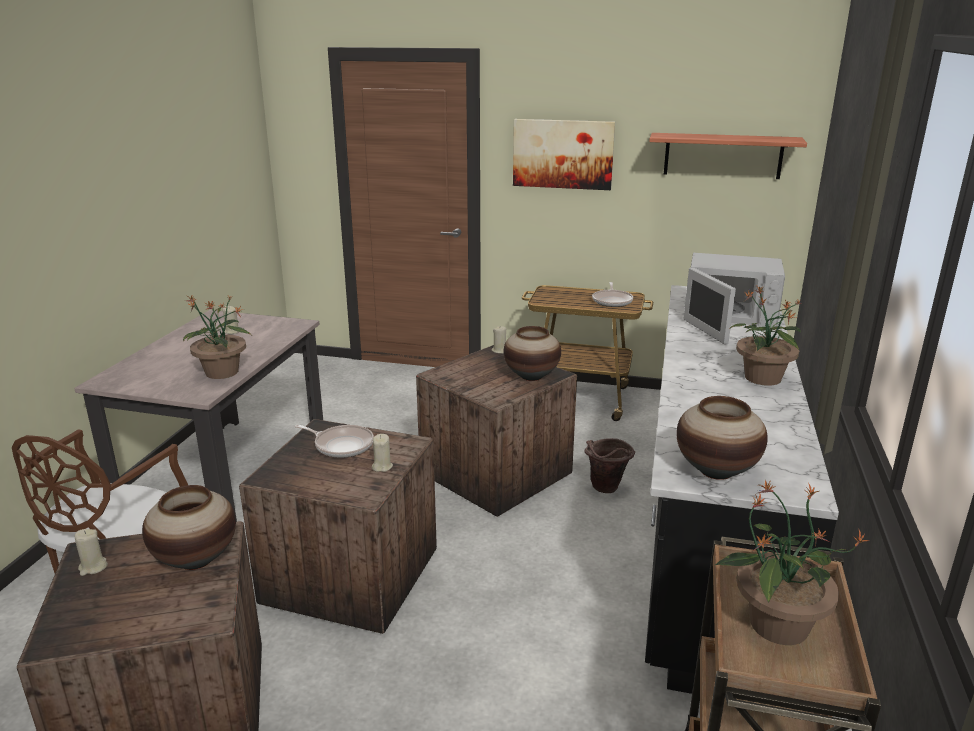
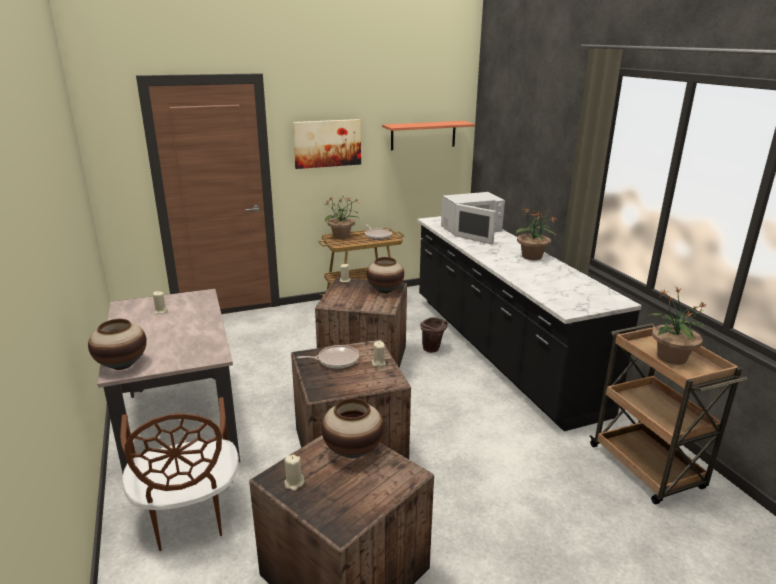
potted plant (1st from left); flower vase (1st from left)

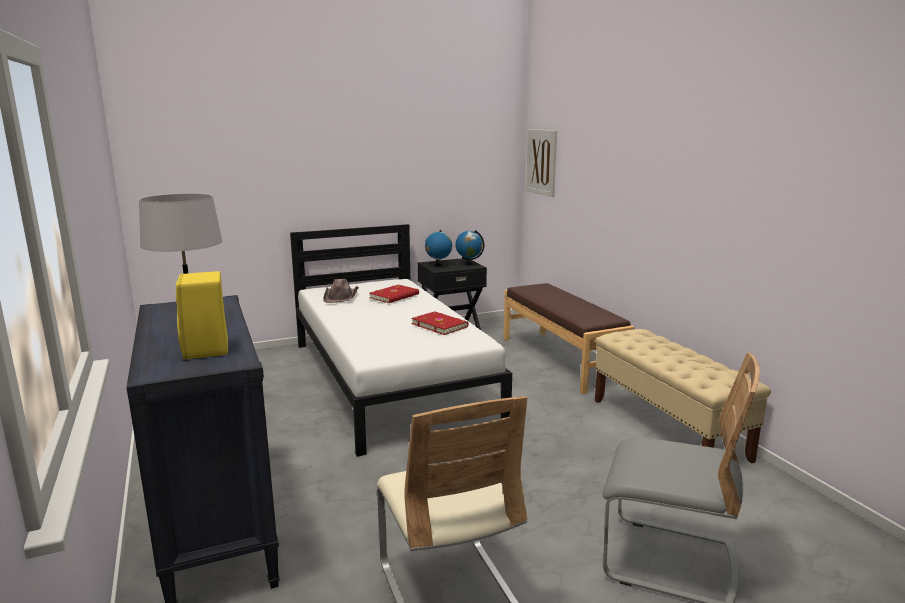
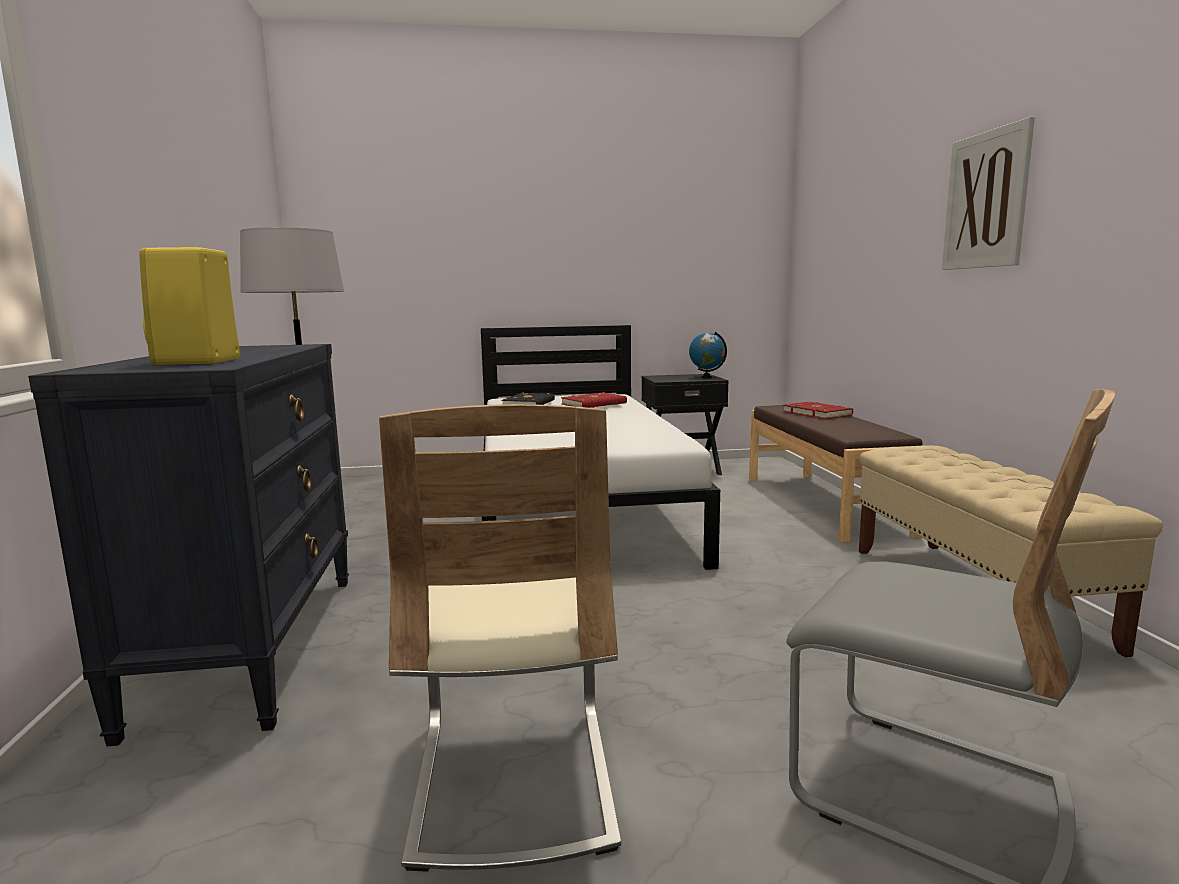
world globe (1st from left in the first image); book (red-coloured) (2nd from left); wall art; book (blackish)

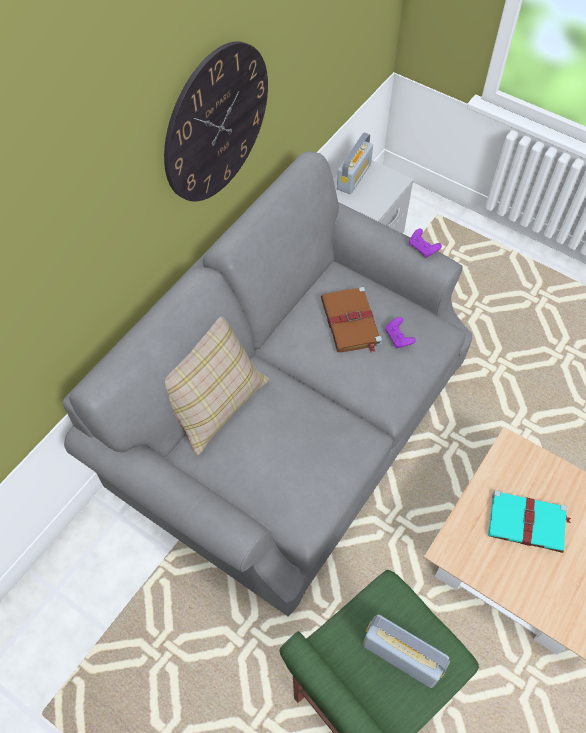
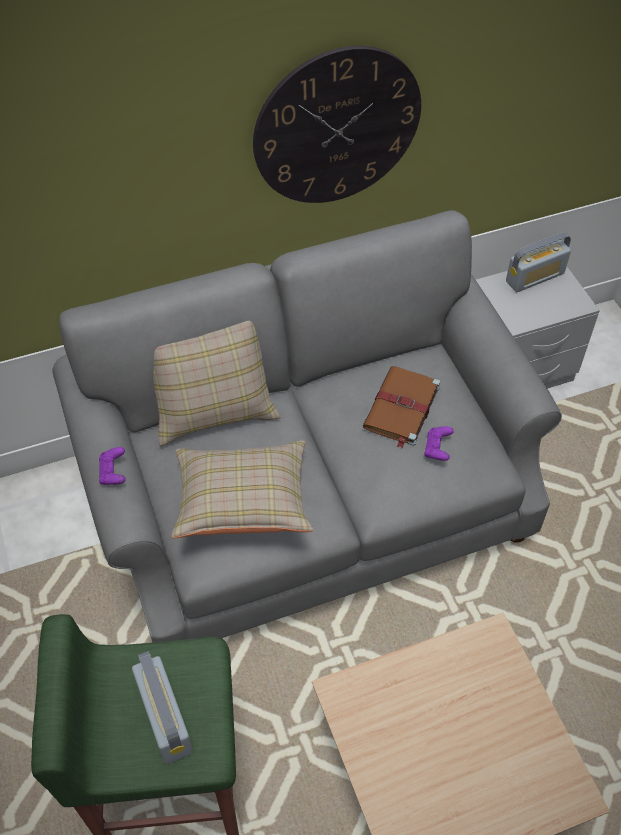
book (turquoise); pillow (beige-coloured) (2nd from left); game controller (purple-coloured) (1st from left)

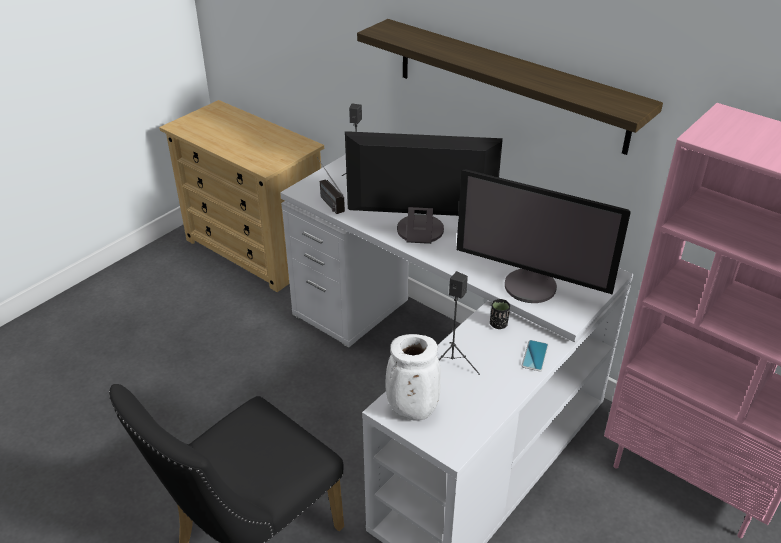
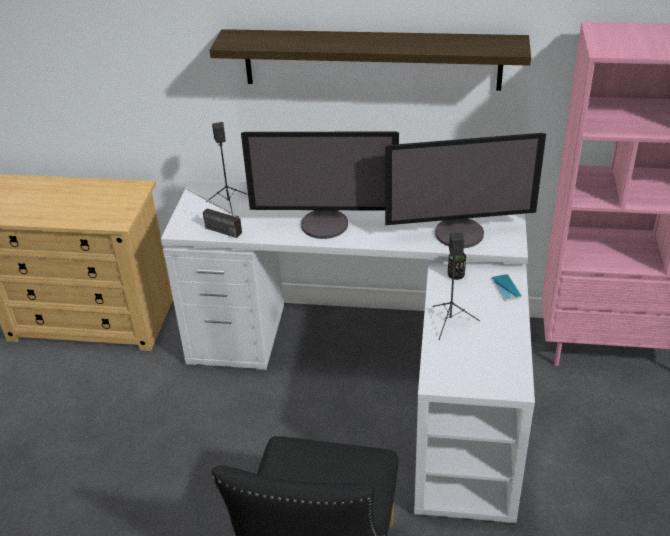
flower vase (white-coloured); monitor (1st from left)

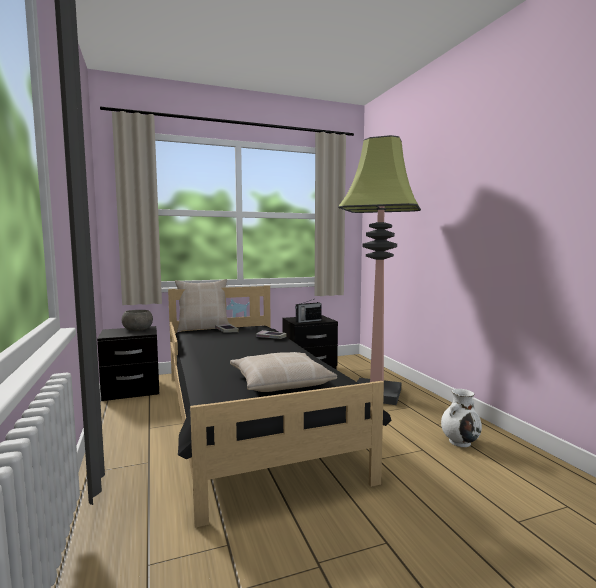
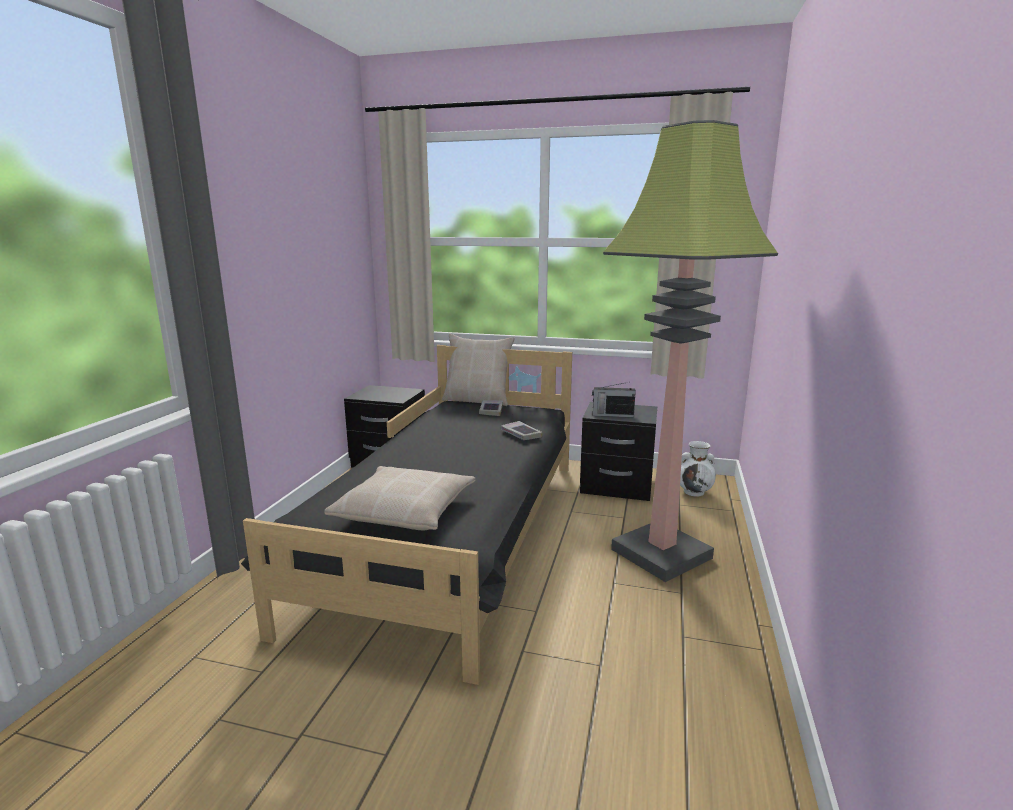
serving bowl (grey); flower vase (white-coloured)

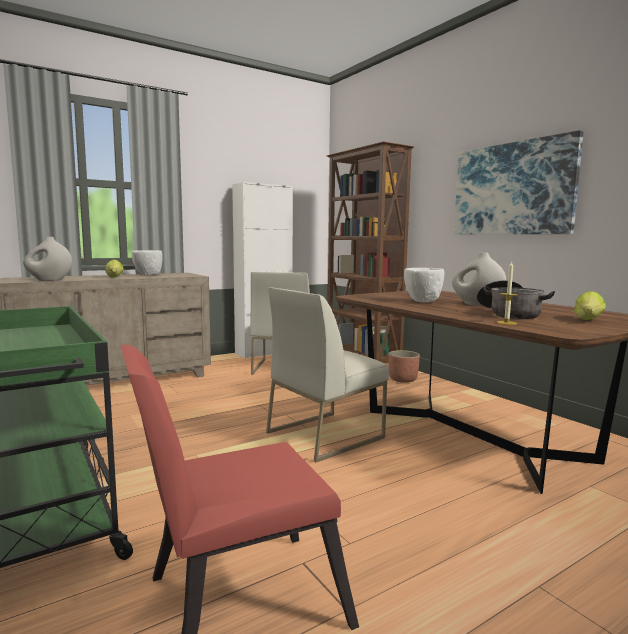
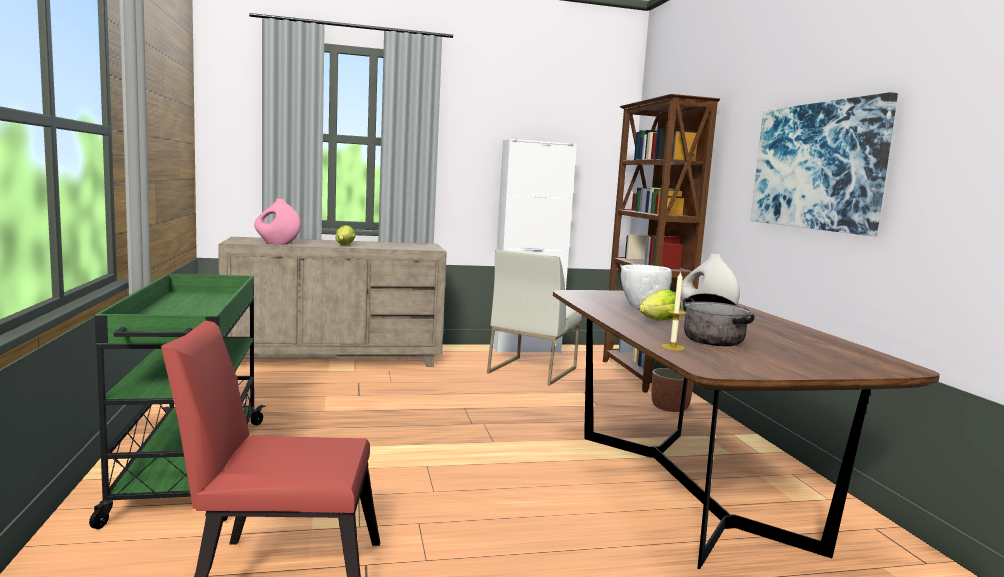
serving bowl (white-coloured) (1st from left in the first image); chair (white-coloured) (2nd from left in the first image); lettuce (2nd from left); flower vase (pink)

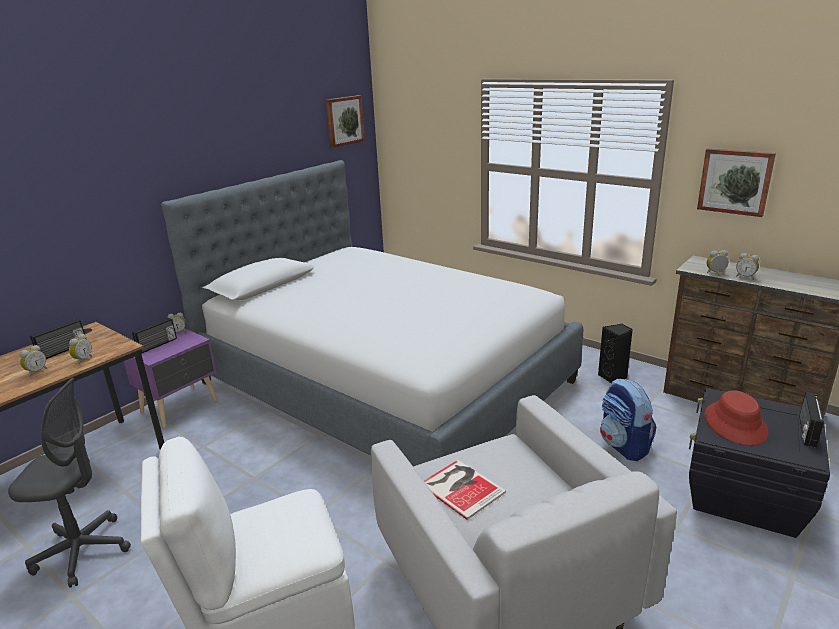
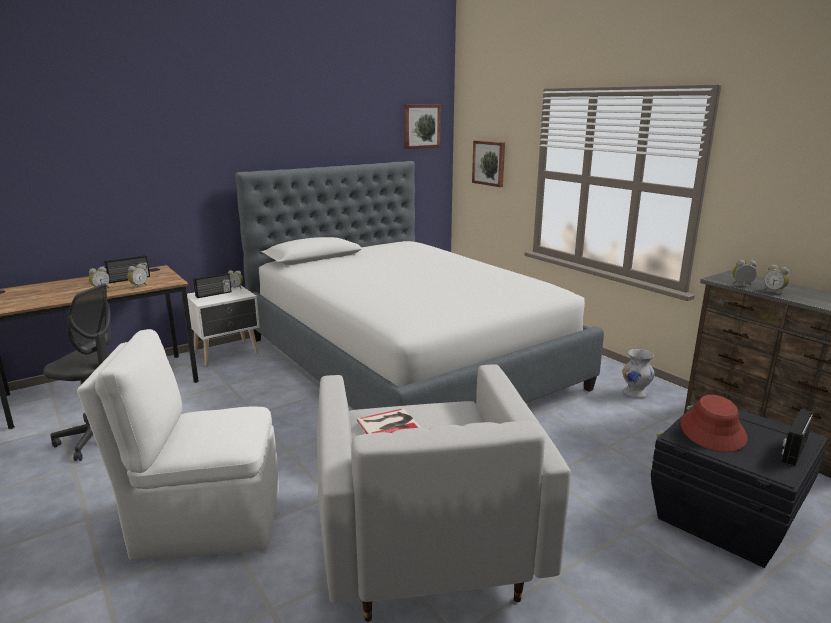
rucksack; wall art (2nd from left); flower vase (white-coloured); bedside table (white-coloured)

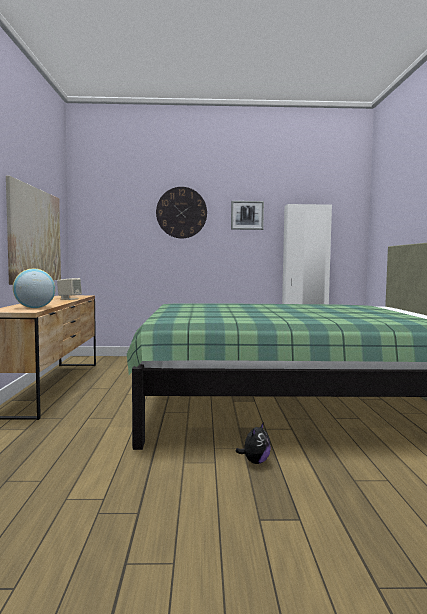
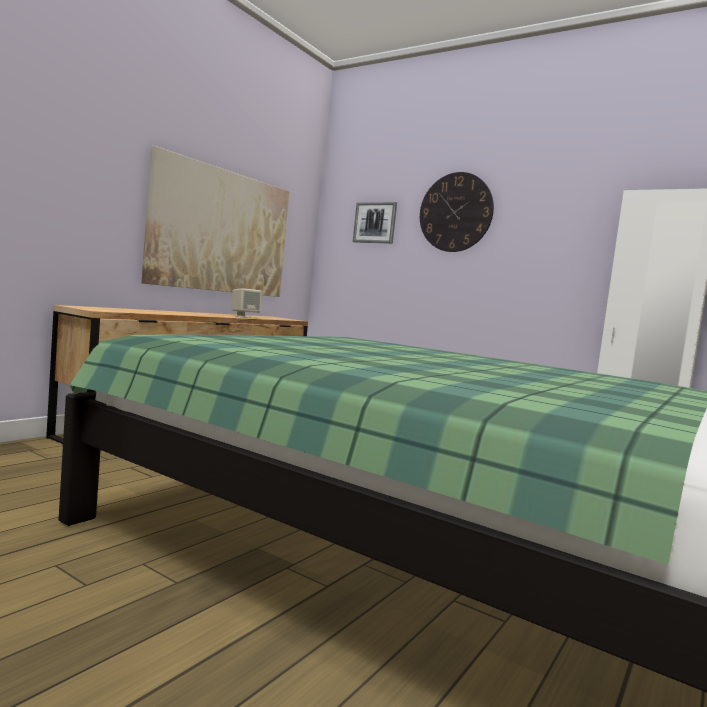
flower vase; plush toy; wall art (2nd from left)

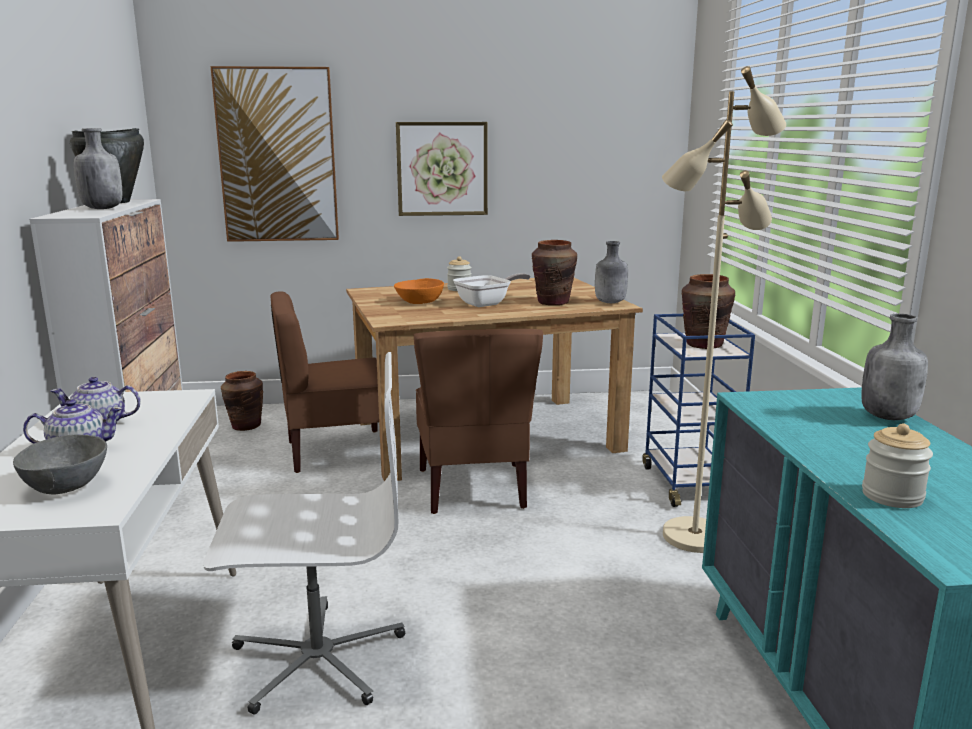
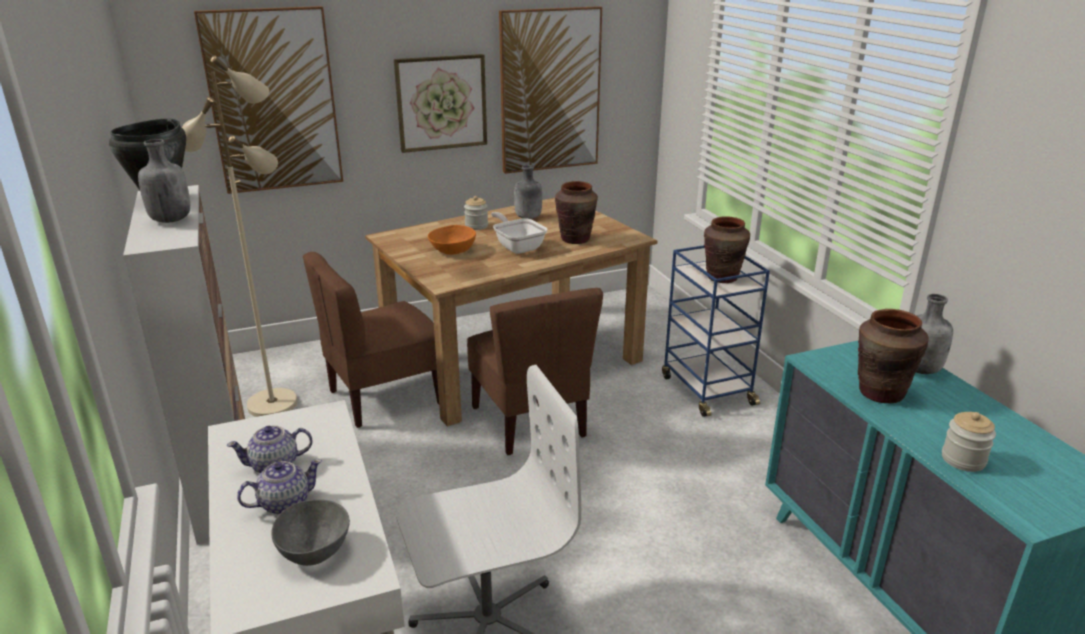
wall art (3rd from left); flower vase (brown) (3rd from left); beverage bottle (grey) (2nd from left); standard lamp (beige-coloured); pan

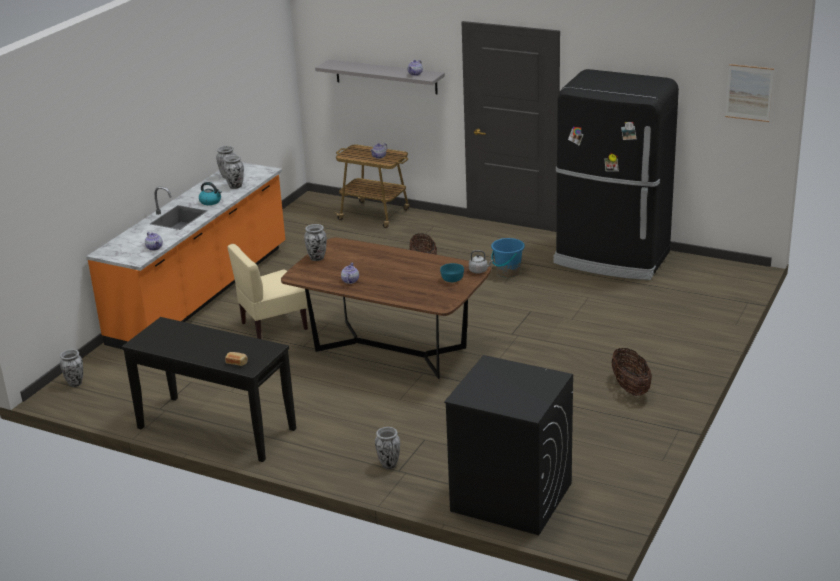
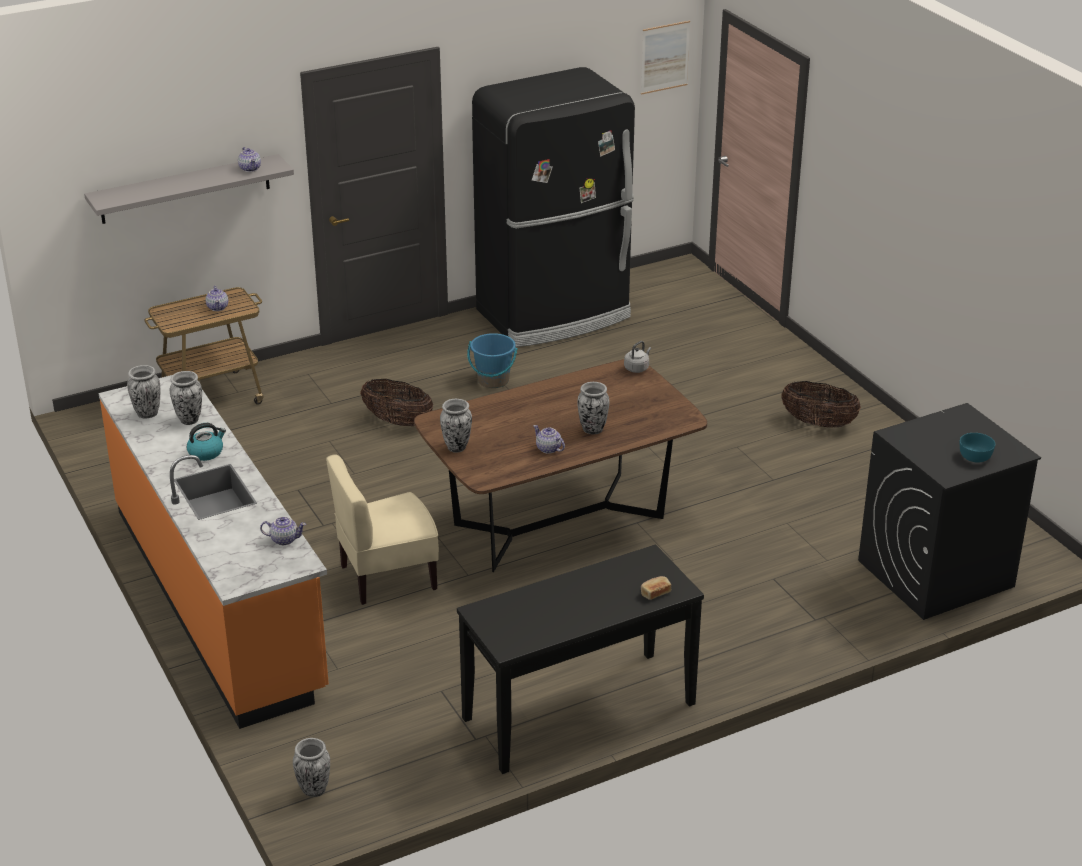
flower vase (5th from left); serving bowl (turquoise); chair (beige-coloured)

